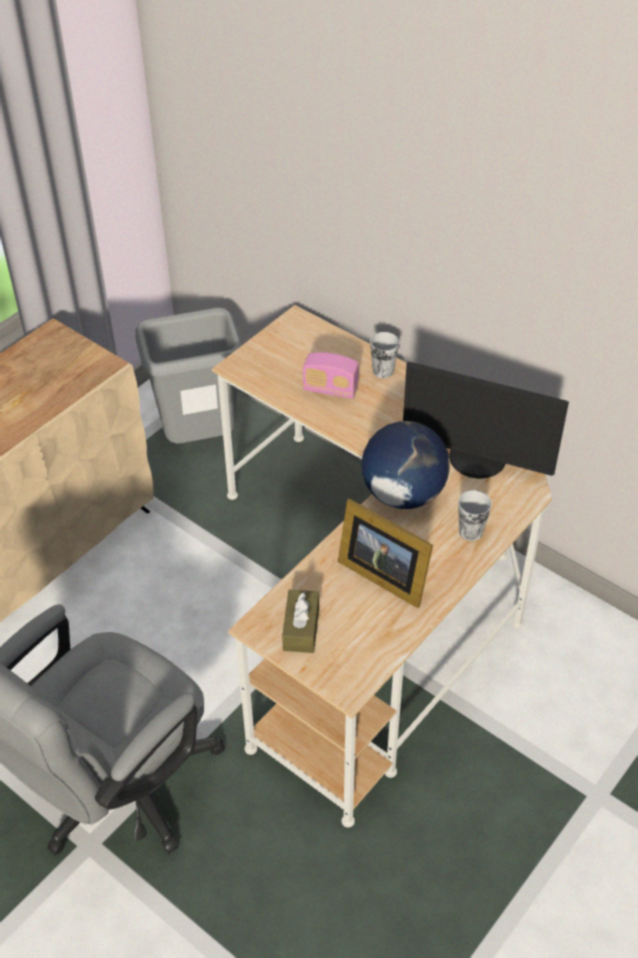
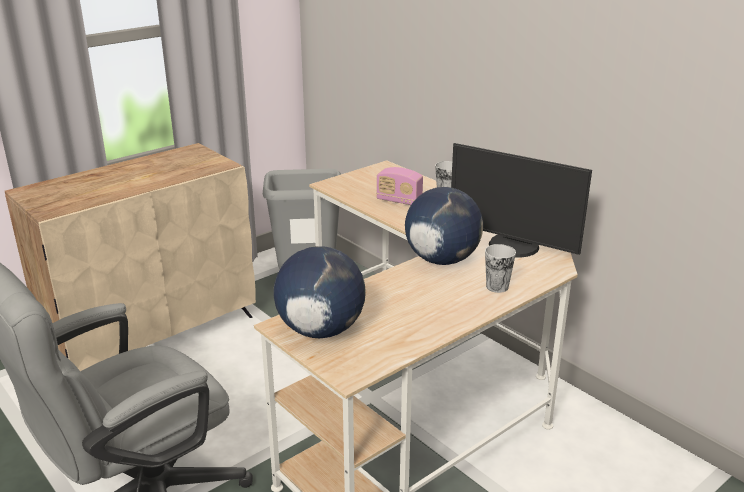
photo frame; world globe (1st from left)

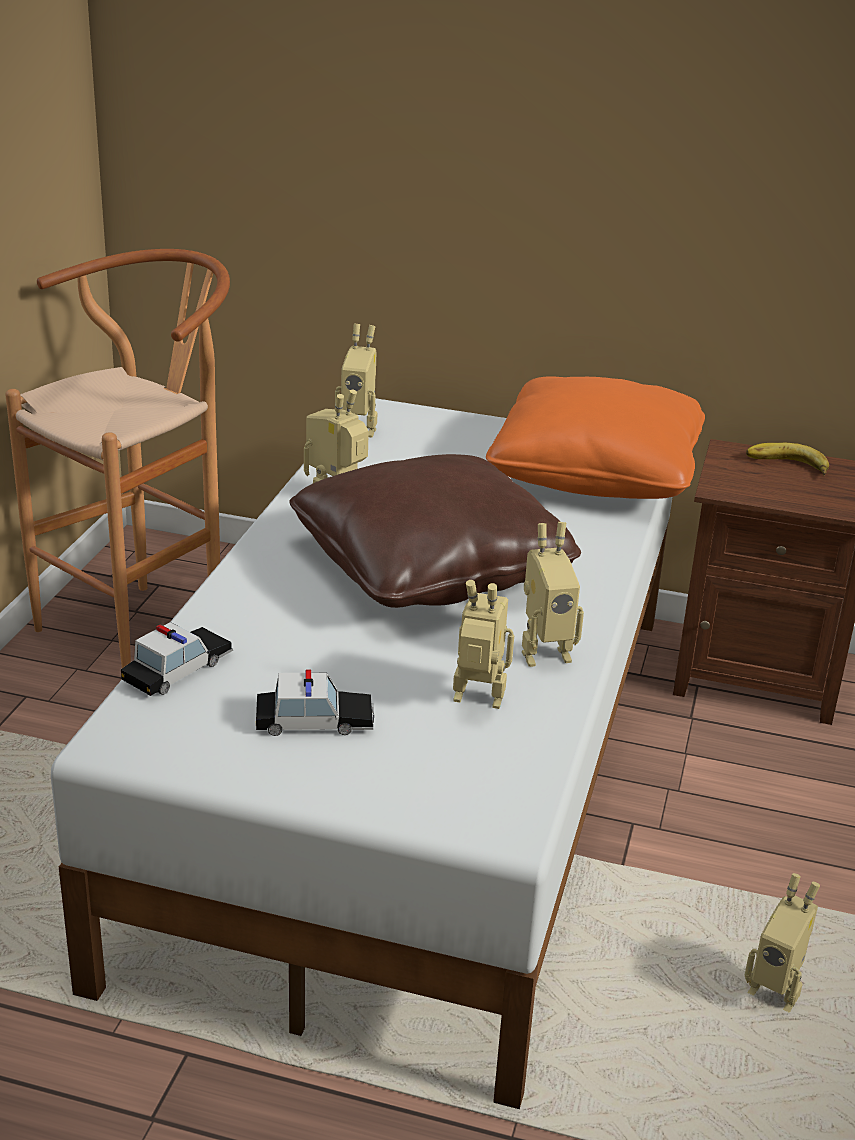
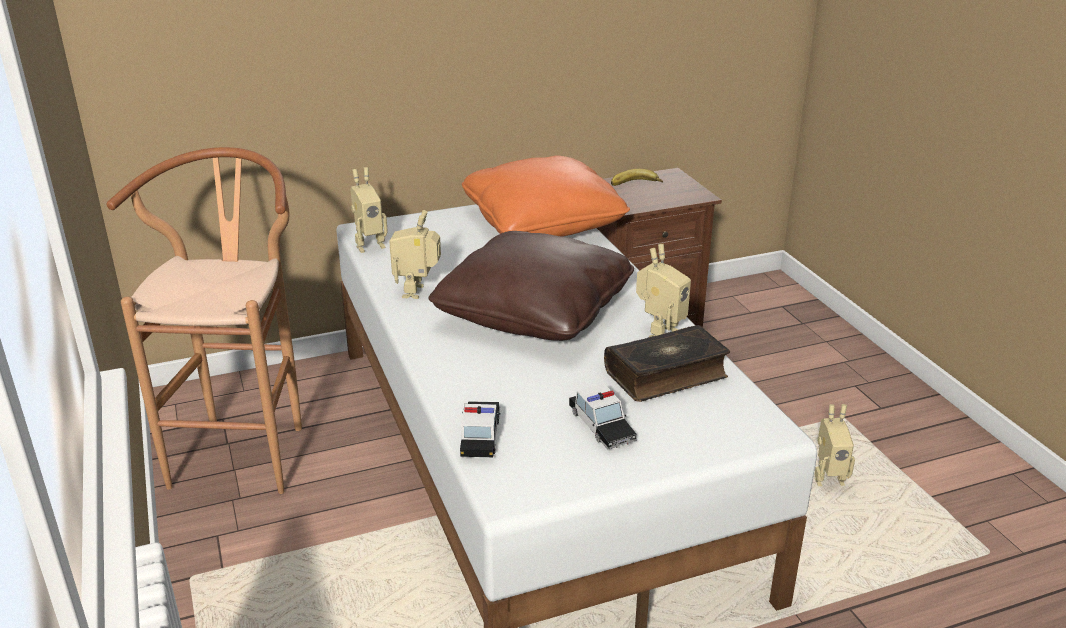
book; model car (2nd from left)

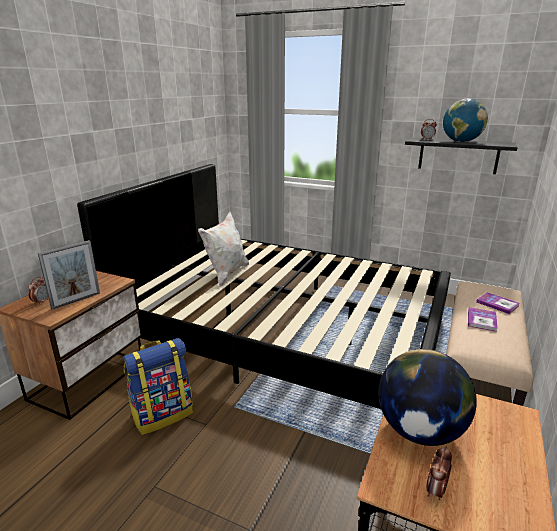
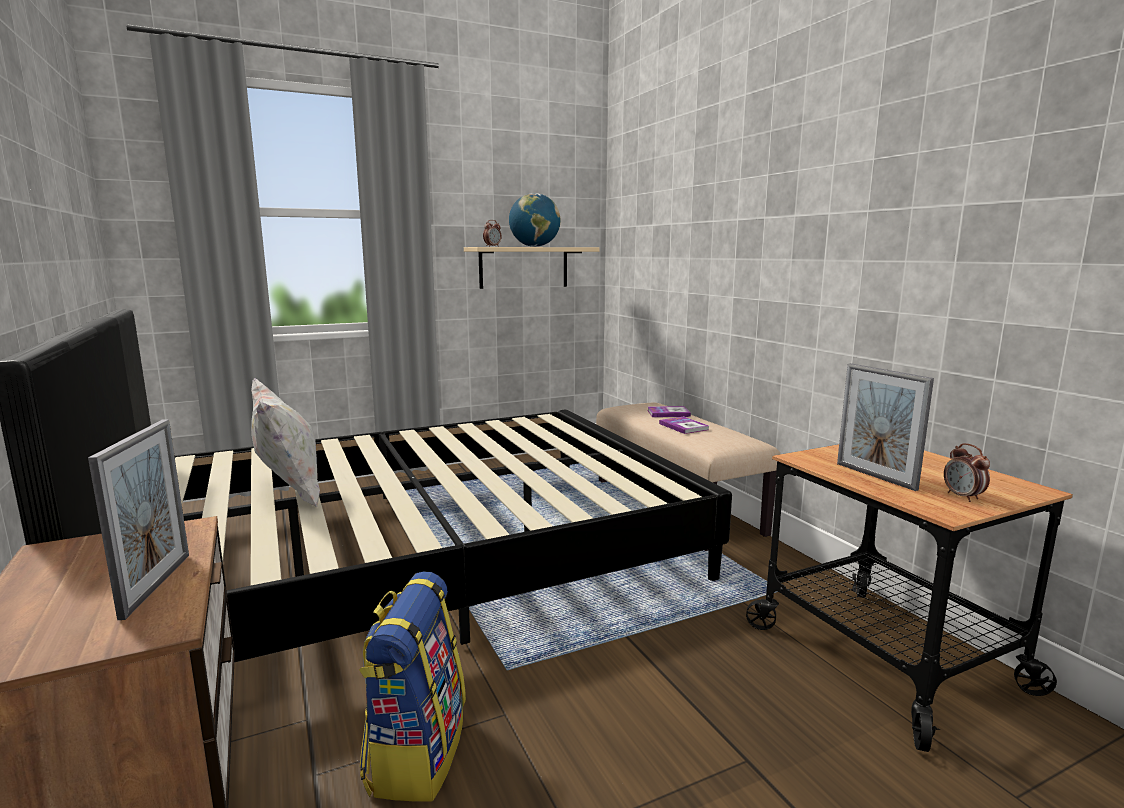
alarm clock (1st from left in the first image); photo frame (2nd from left); bracket shelf (beige-coloured)

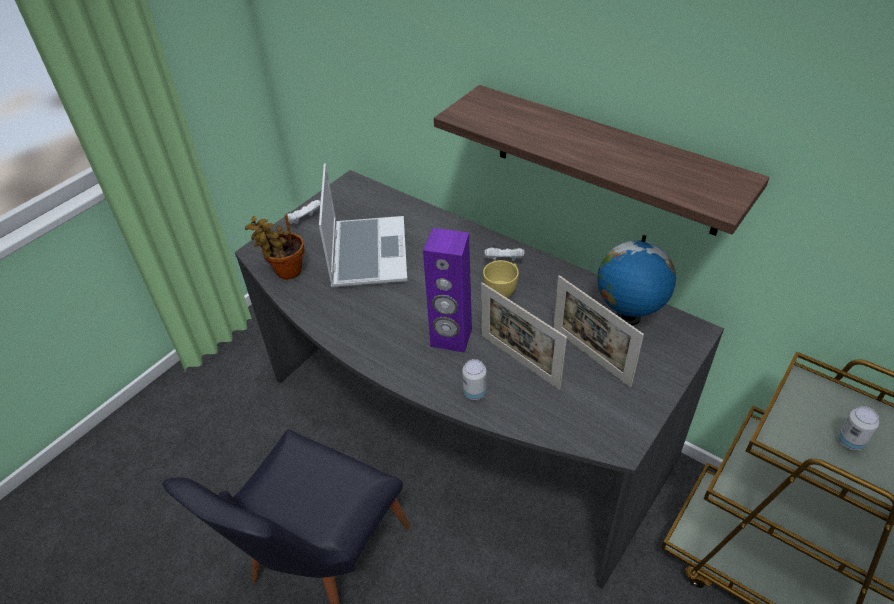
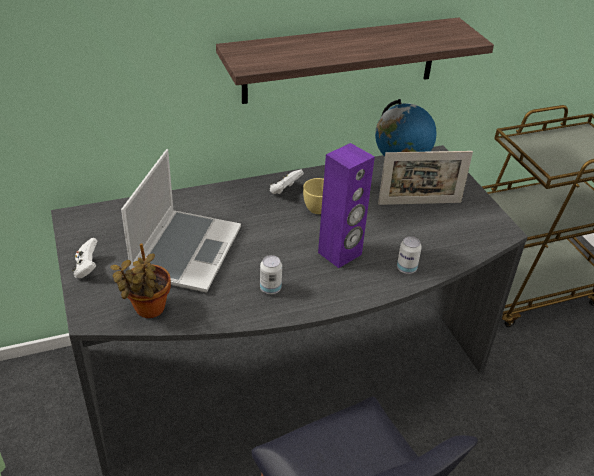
photo frame (1st from left in the first image); metal can (1st from left); portable computer

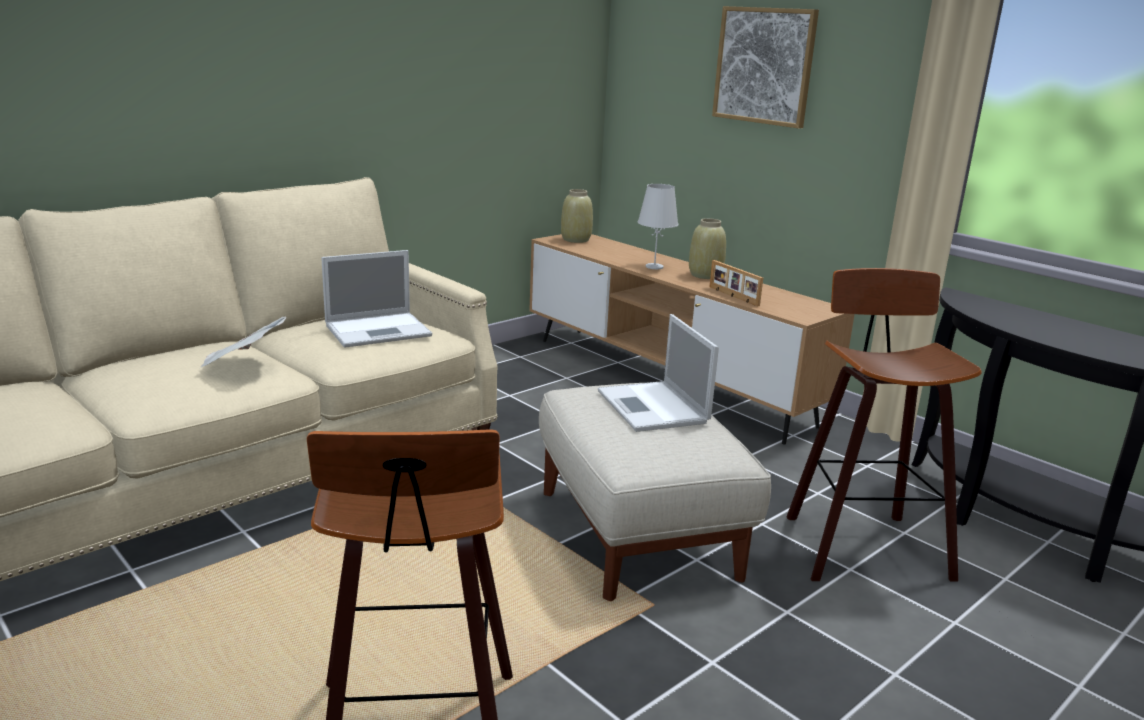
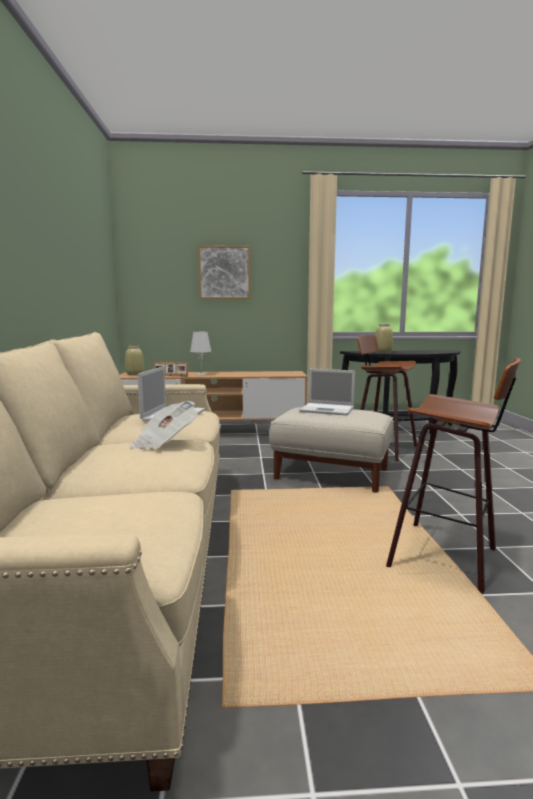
flower vase (beige-coloured) (2nd from left); photo frame

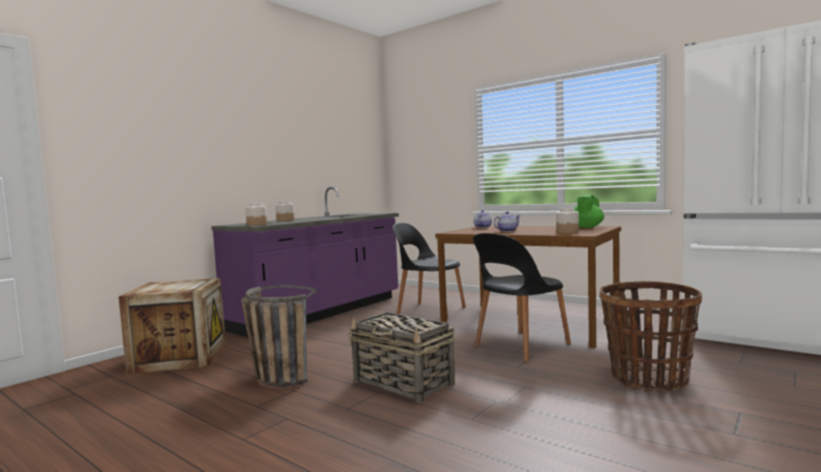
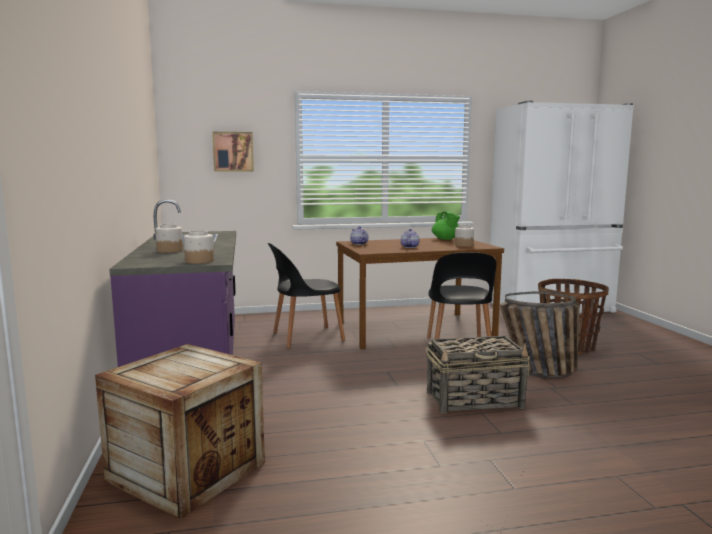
wall art; household basket (2nd from left)

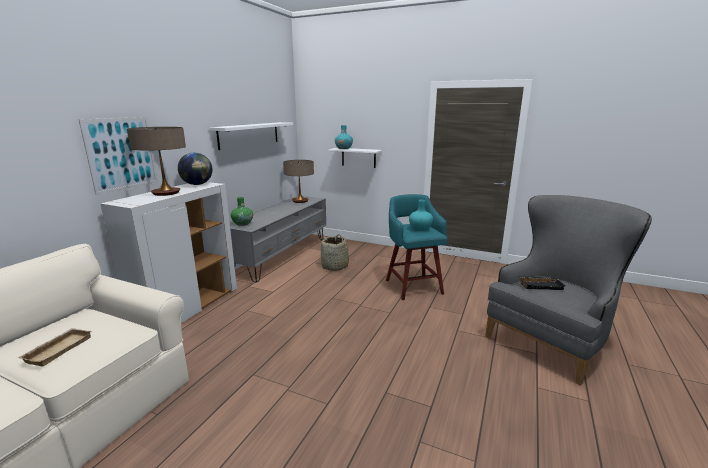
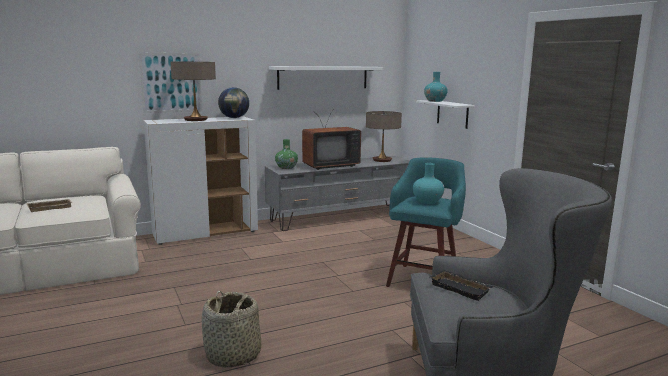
TV; household basket

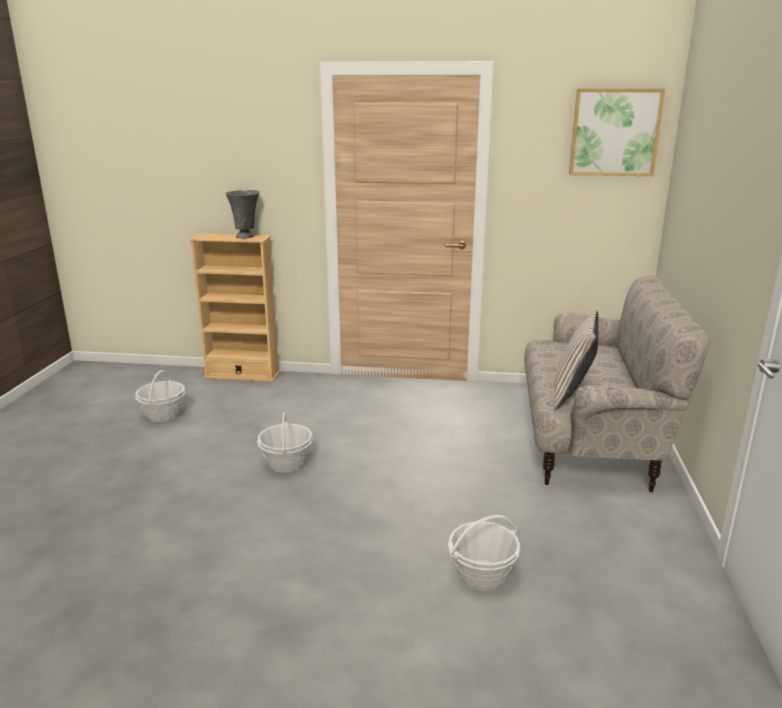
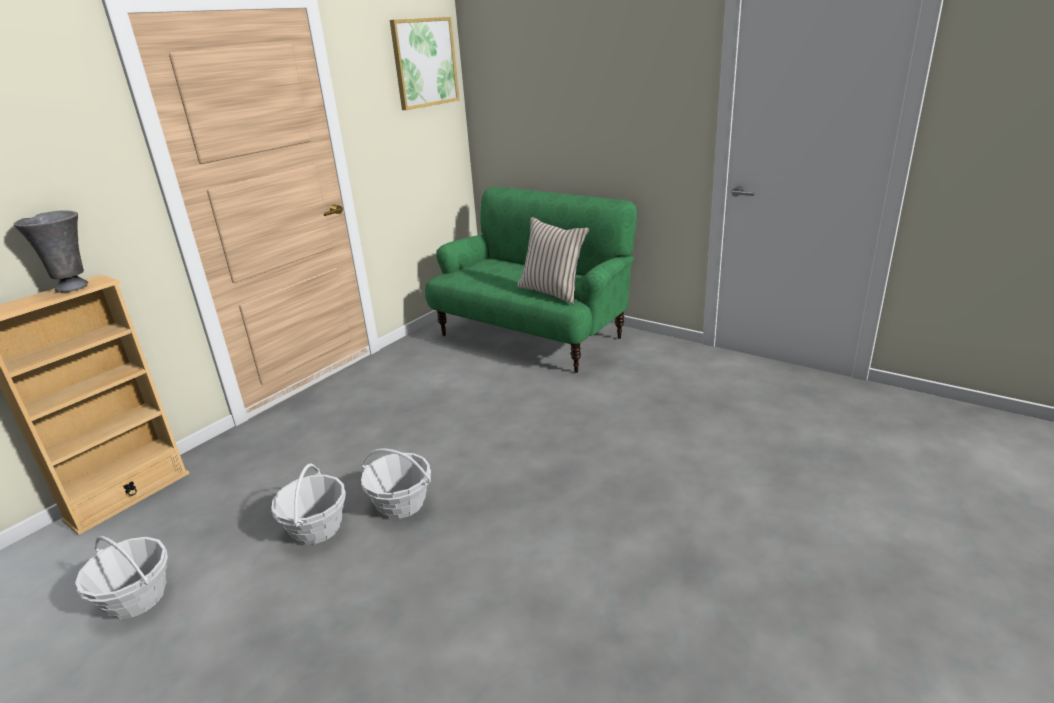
household basket (2nd from left); couch (green-coloured)

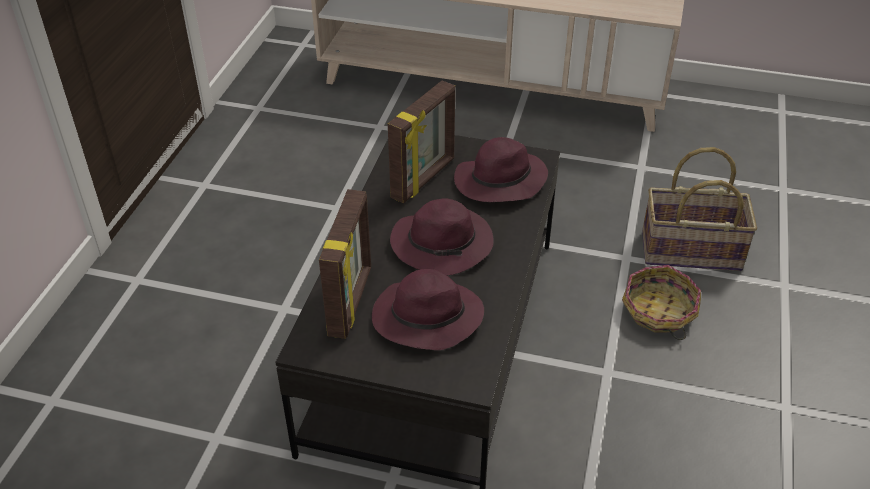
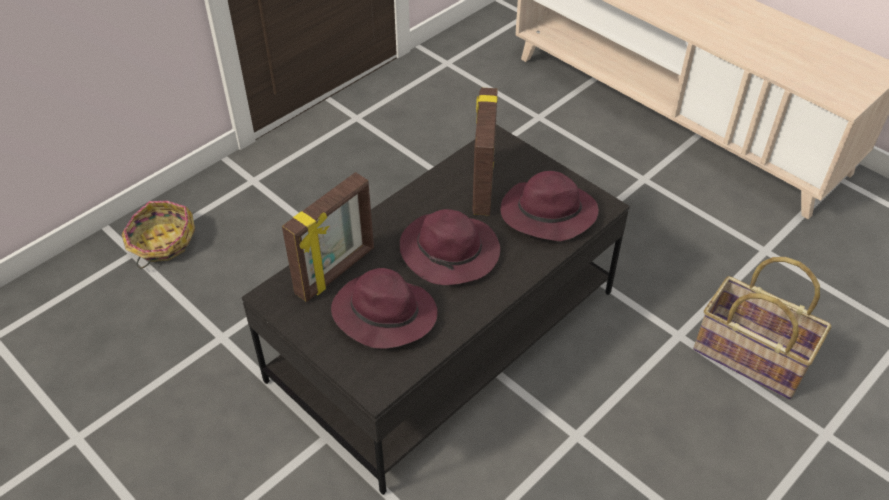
household basket (1st from left); photo frame (2nd from left)

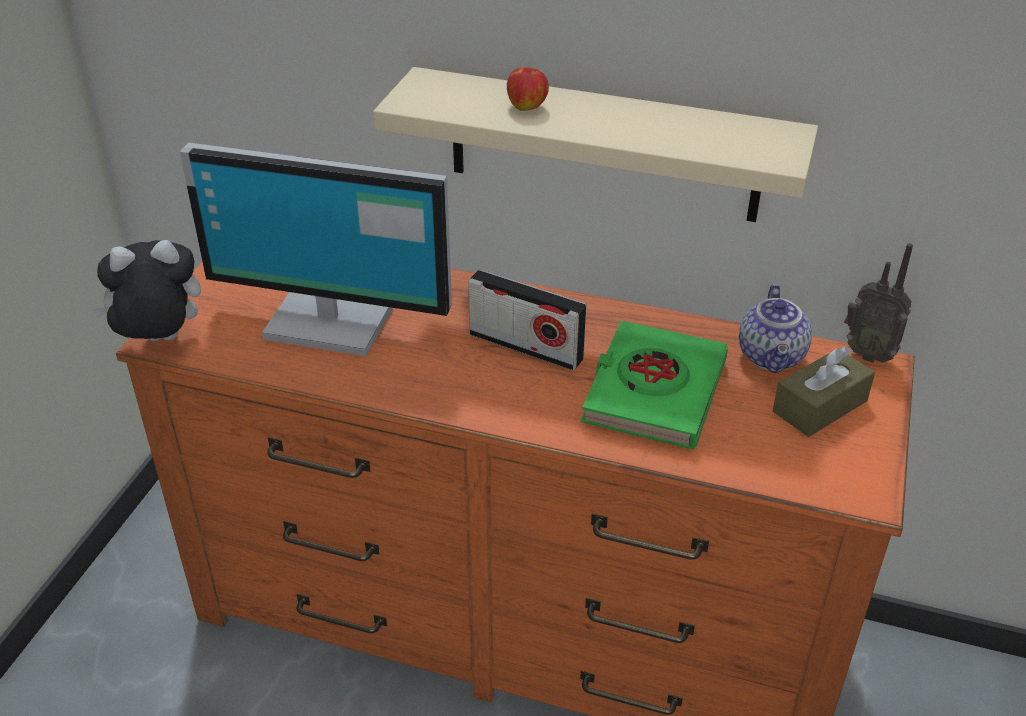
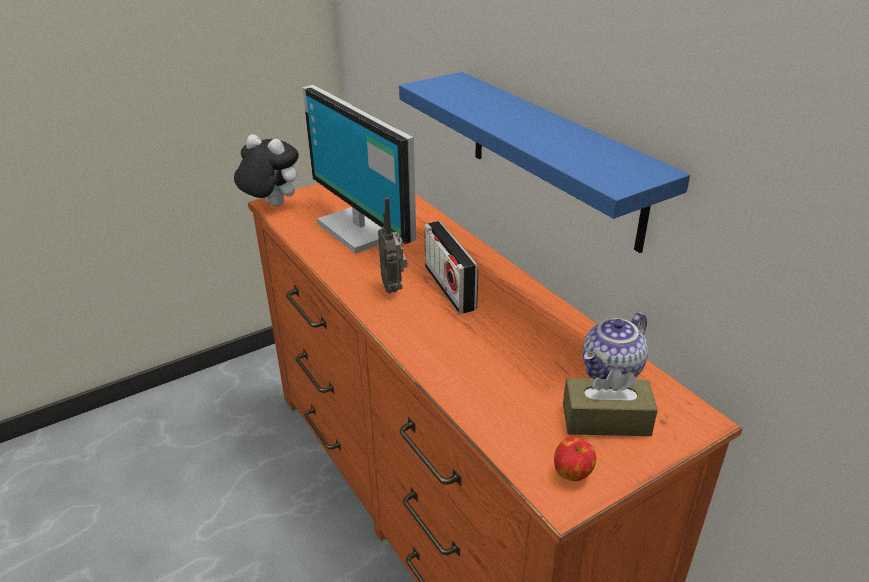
book (green-coloured); apple; radio set (1st from left); bracket shelf (blue)

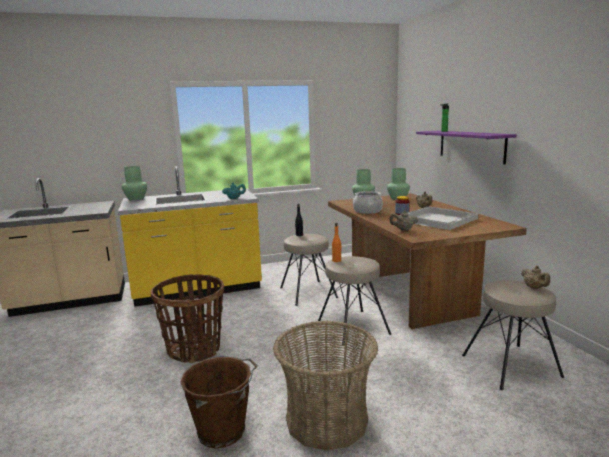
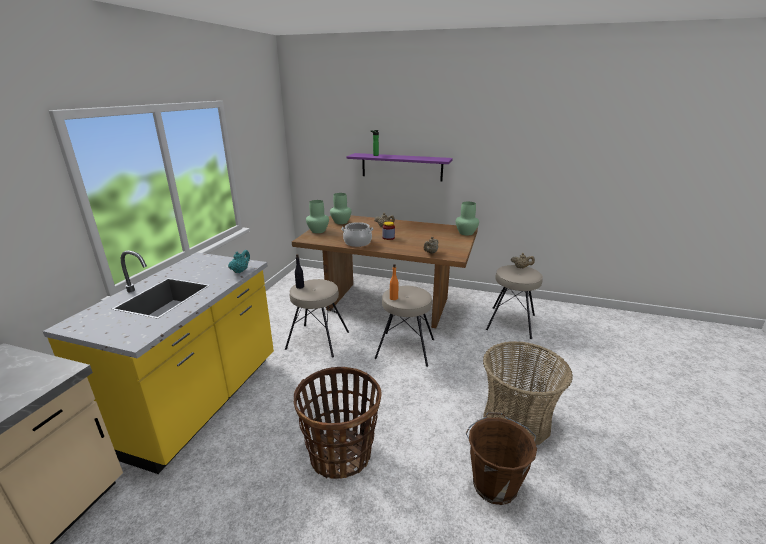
carrying tray (white-coloured); flower vase (green-coloured) (3rd from left)

